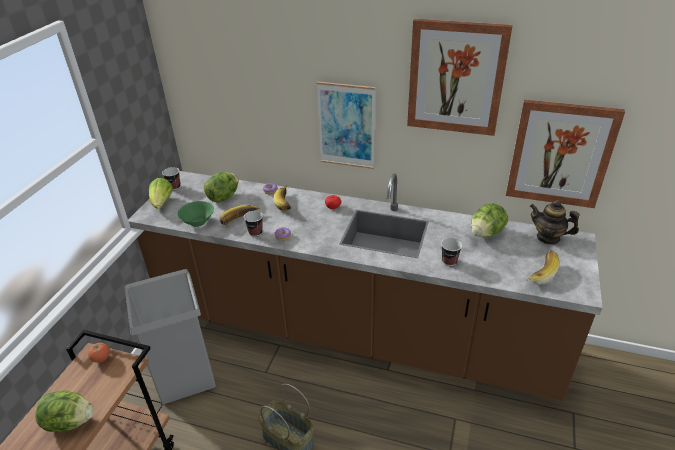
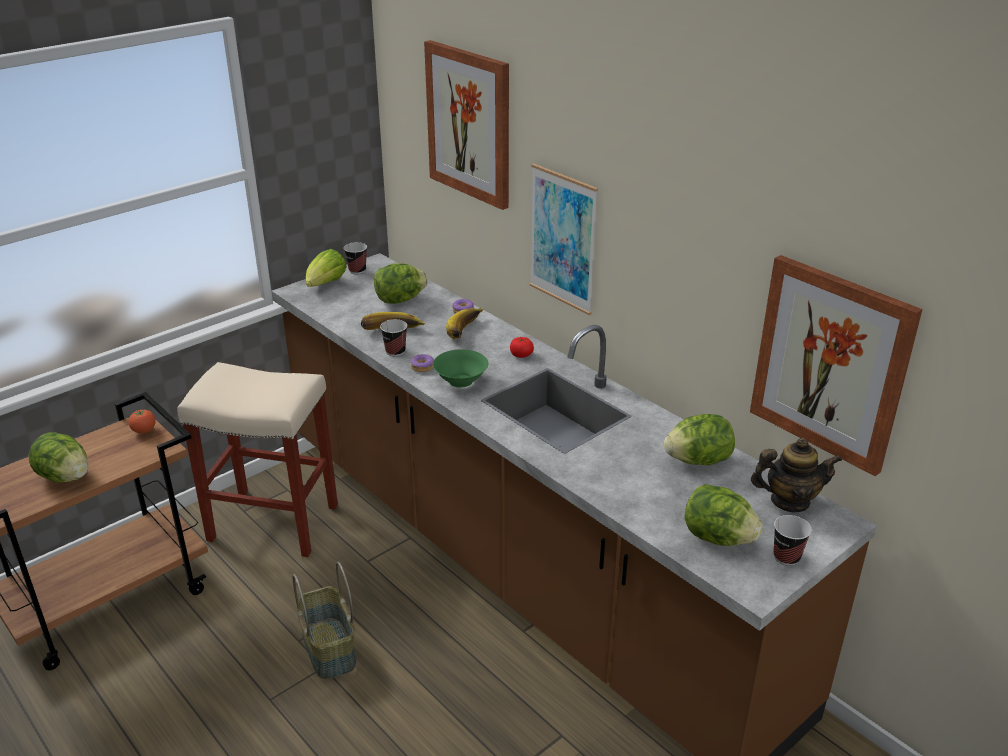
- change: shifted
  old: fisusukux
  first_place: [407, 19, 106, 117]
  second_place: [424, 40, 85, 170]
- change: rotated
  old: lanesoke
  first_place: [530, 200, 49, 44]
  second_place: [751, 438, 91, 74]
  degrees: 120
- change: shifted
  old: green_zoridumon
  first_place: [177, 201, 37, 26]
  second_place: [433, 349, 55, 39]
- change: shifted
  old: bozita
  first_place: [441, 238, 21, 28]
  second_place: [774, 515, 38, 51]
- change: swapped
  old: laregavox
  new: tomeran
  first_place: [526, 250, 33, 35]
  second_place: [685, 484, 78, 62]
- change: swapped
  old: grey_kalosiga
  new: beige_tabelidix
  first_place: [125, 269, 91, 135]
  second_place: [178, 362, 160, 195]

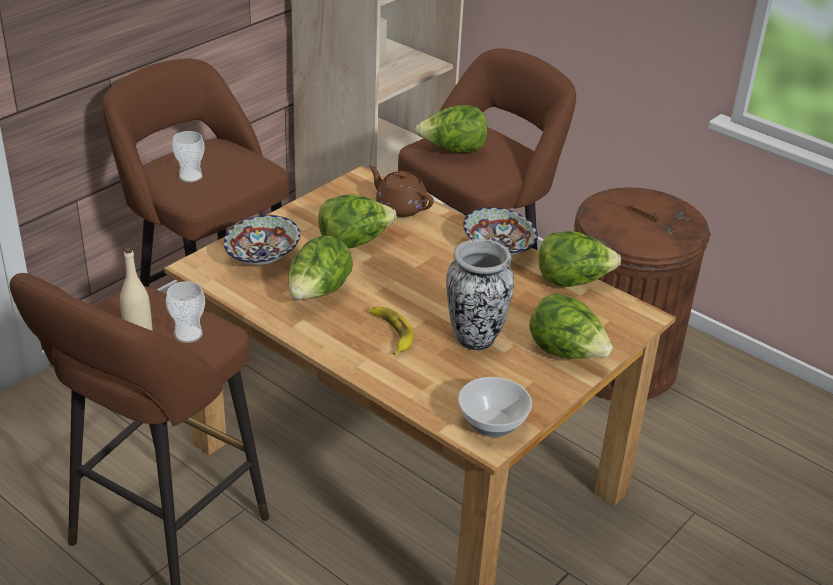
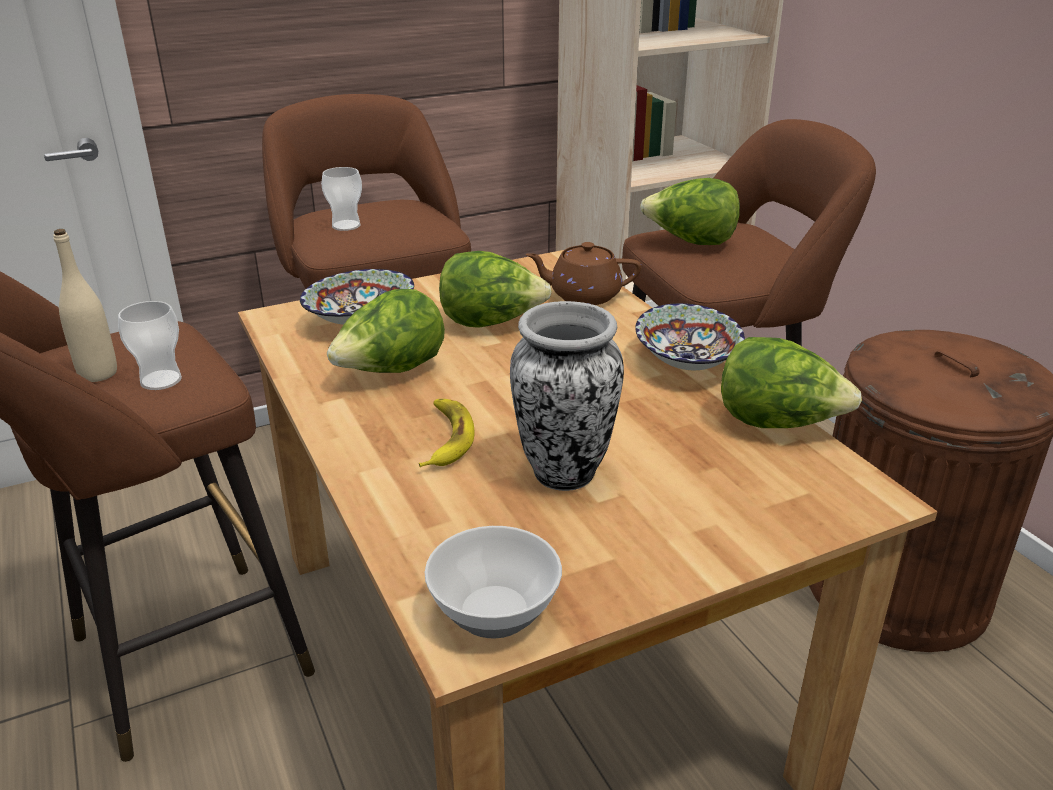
- change: rotated
  old: brown_lanesoke
  first_place: [369, 165, 65, 52]
  second_place: [525, 242, 116, 63]
  degrees: -60
- change: gone
  old: tomeran
  first_place: [529, 293, 84, 66]

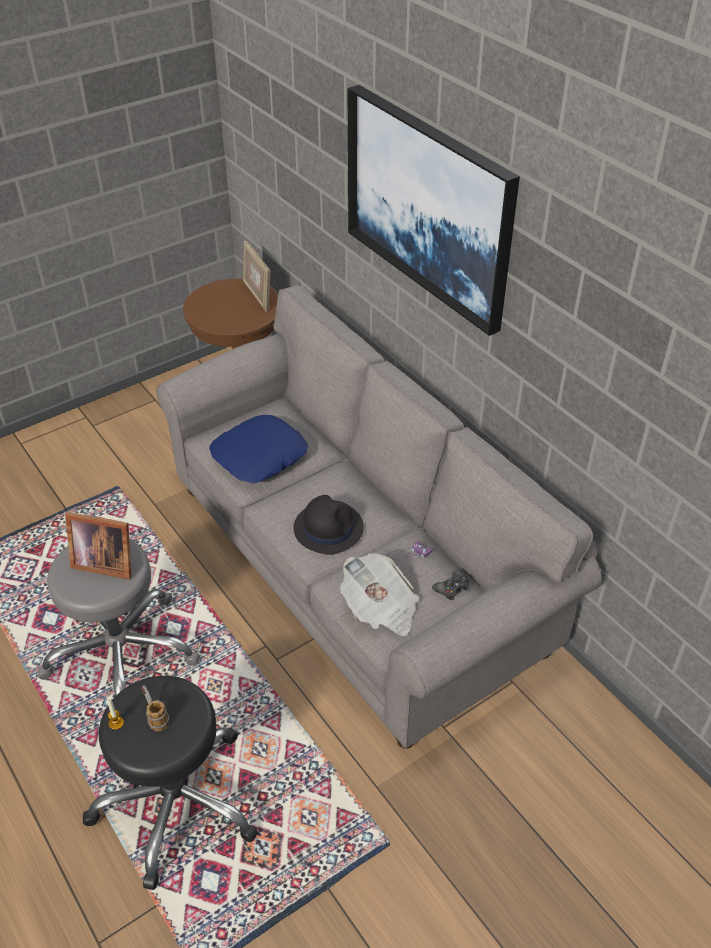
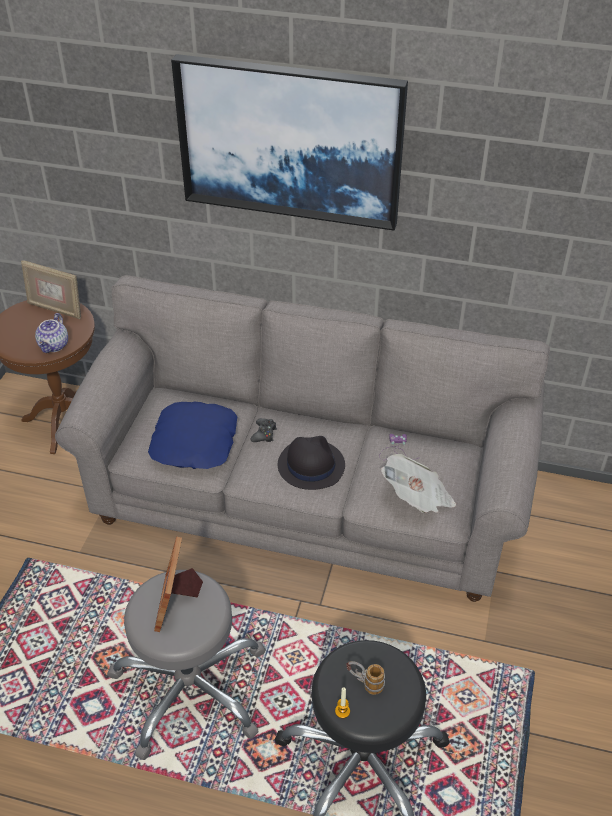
- change: rotated
  old: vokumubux
  first_place: [65, 512, 67, 68]
  second_place: [154, 537, 49, 95]
  degrees: 120
- change: shifted
  old: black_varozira
  first_place: [432, 570, 37, 31]
  second_place: [250, 418, 27, 24]
- change: new
  new: lanesoke
  second_place: [35, 313, 33, 40]

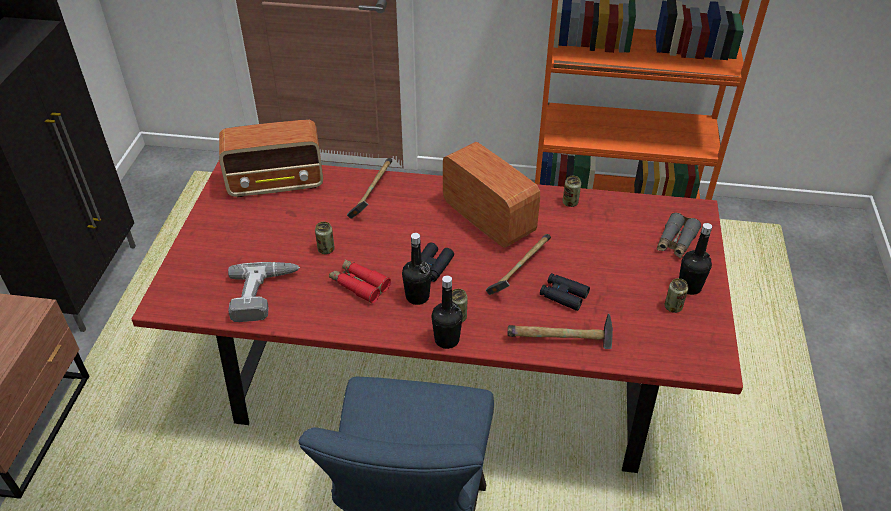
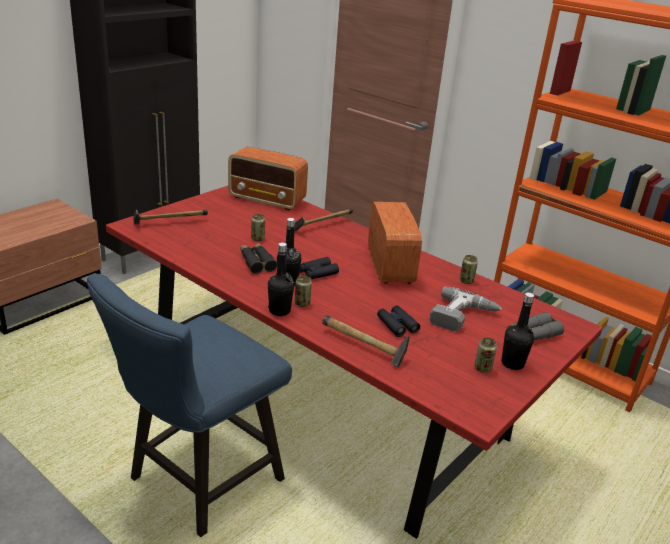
- change: shifted
  old: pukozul
  first_place: [486, 234, 65, 61]
  second_place: [133, 210, 75, 14]
- change: repainted
  old: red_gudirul
  new: black_gudirul
  first_place: [329, 259, 62, 44]
  second_place: [240, 243, 37, 31]
- change: shifted
  old: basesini
  first_place: [228, 262, 72, 60]
  second_place: [429, 287, 73, 44]

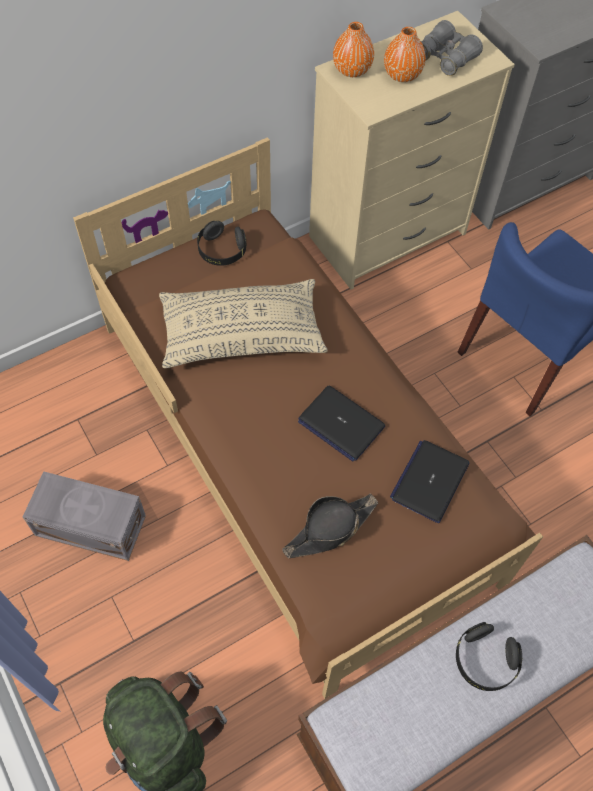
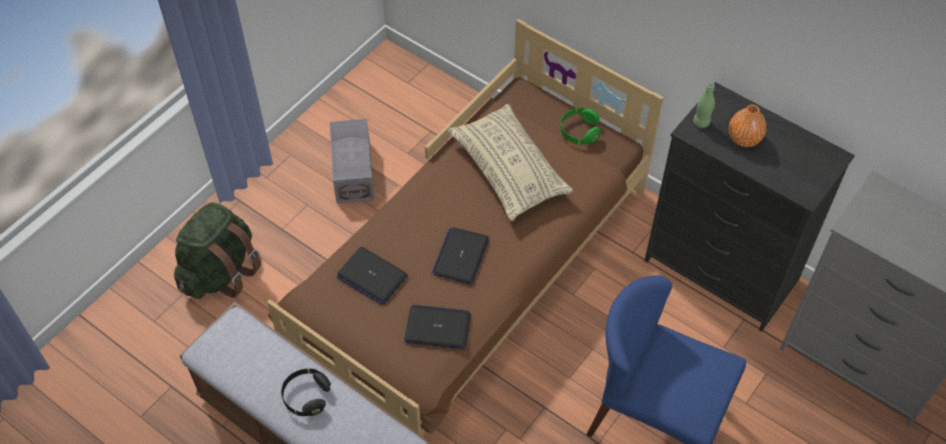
- change: repainted
  old: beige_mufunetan
  new: black_mufunetan
  first_place: [309, 11, 206, 278]
  second_place: [645, 82, 210, 250]
- change: gone
  old: grey_gudirul
  first_place: [421, 20, 62, 56]
- change: gone
  old: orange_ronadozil
  first_place: [333, 22, 41, 55]
- change: repainted
  old: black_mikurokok
  new: green_mikurokok
  first_place: [197, 221, 49, 45]
  second_place: [560, 108, 41, 37]
- change: swapped
  old: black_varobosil
  new: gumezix
  first_place: [282, 493, 96, 65]
  second_place: [337, 247, 71, 58]
- change: new
  new: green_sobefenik
  second_place: [693, 82, 22, 46]

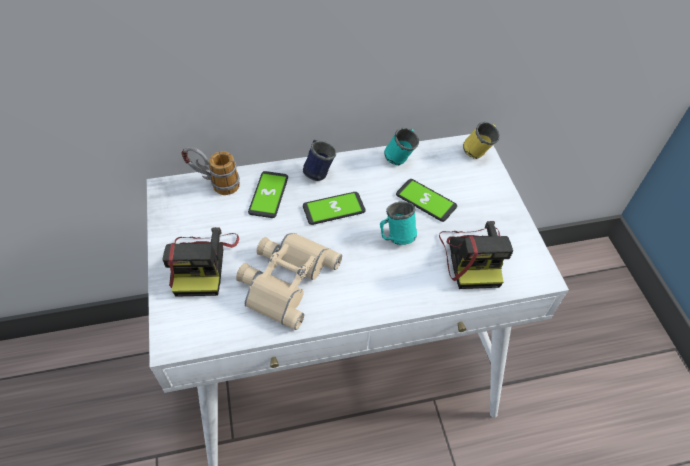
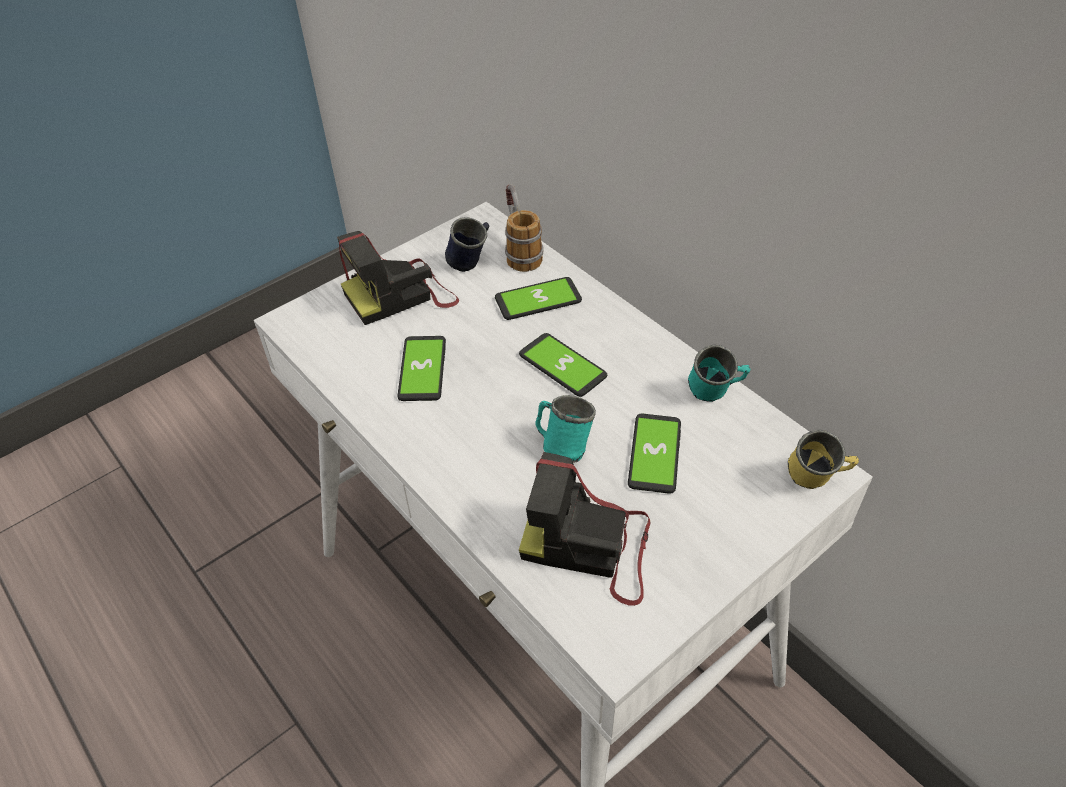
- change: shifted
  old: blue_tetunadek
  first_place: [303, 140, 33, 41]
  second_place: [445, 217, 44, 55]
- change: rotated
  old: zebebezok
  first_place: [439, 221, 74, 68]
  second_place: [519, 452, 131, 154]
  degrees: 45
- change: swapped
  old: beige_gudirul
  new: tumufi
  first_place: [236, 233, 106, 97]
  second_place: [397, 336, 49, 65]

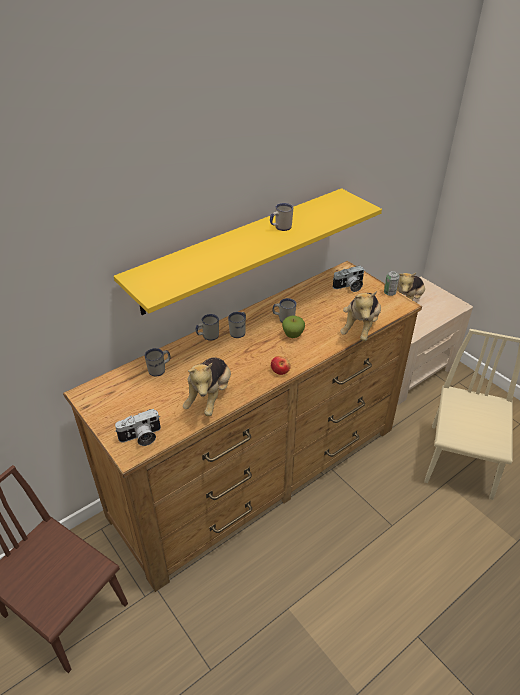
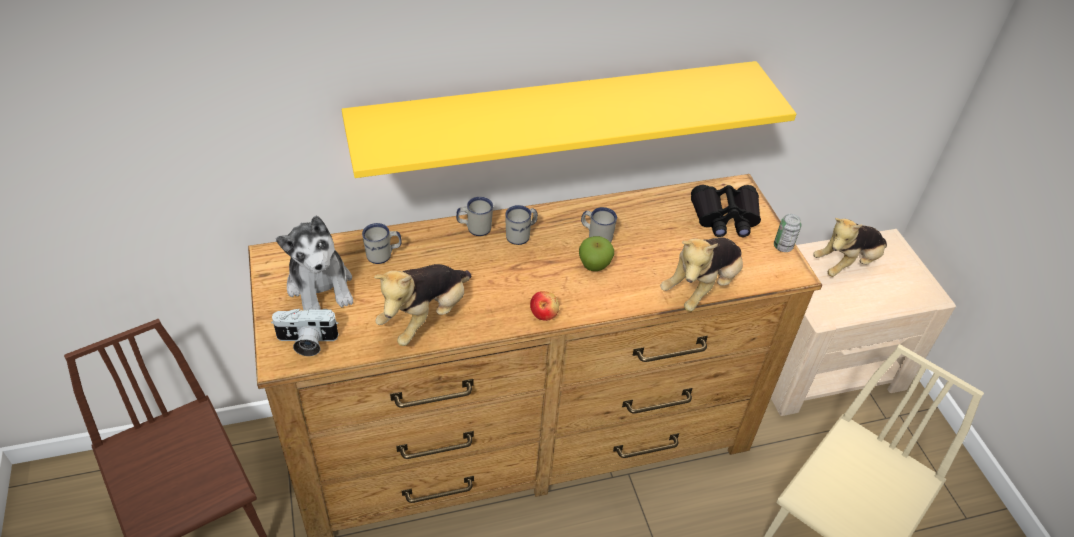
- change: gone
  old: white_tetunadek
  first_place: [270, 203, 23, 28]
- change: swapped
  old: zebebezok
  new: black_gudirul
  first_place: [333, 266, 31, 26]
  second_place: [691, 185, 70, 52]
- change: new
  new: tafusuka
  second_place: [276, 216, 77, 95]

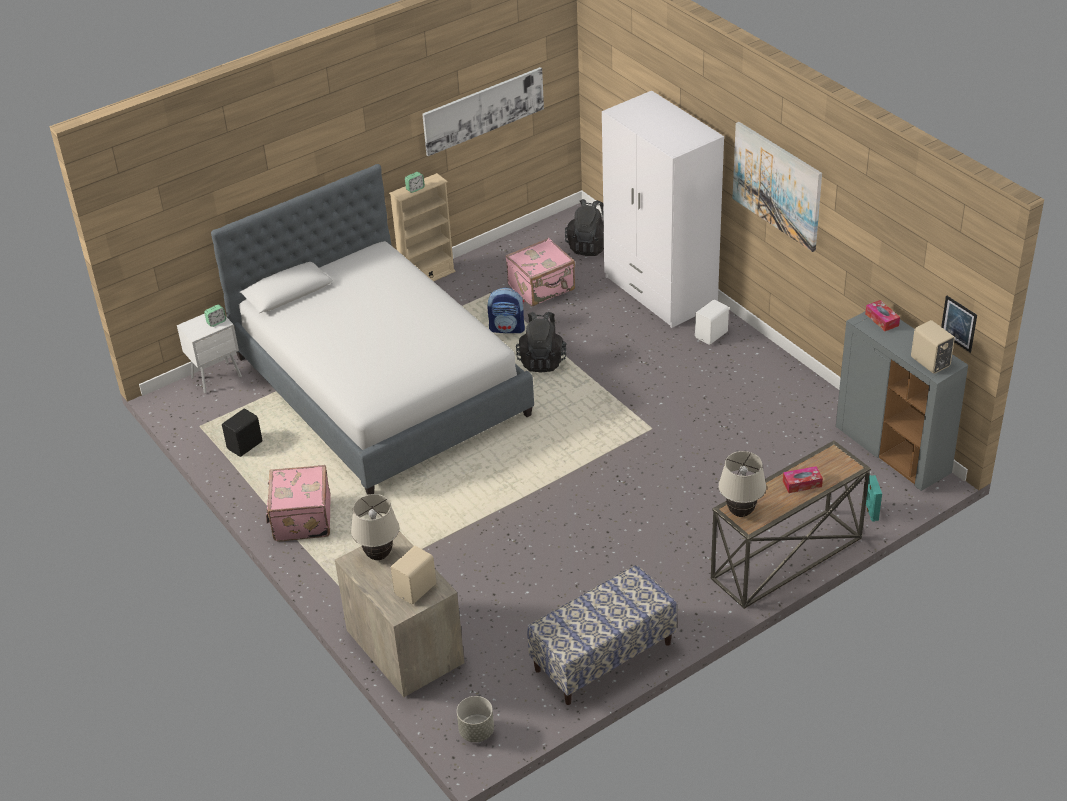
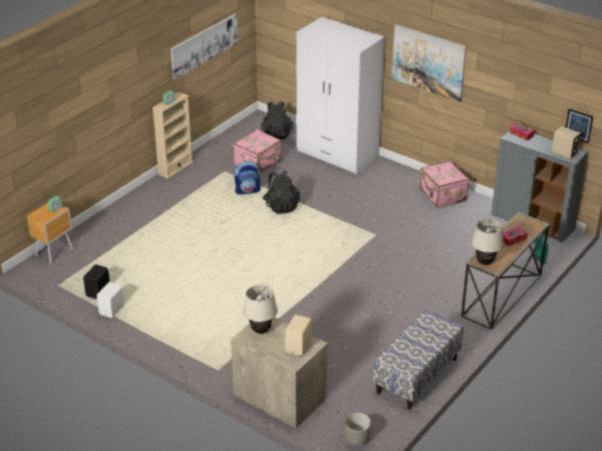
- change: gone
  old: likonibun
  first_place: [211, 164, 323, 331]
- change: shifted
  old: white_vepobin
  first_place: [695, 300, 34, 45]
  second_place: [97, 282, 27, 36]
- change: repainted
  old: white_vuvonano
  new: brown_vuvonano
  first_place: [177, 314, 65, 79]
  second_place: [27, 203, 46, 61]
- change: shifted
  old: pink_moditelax
  first_place: [266, 465, 64, 76]
  second_place: [419, 160, 50, 48]

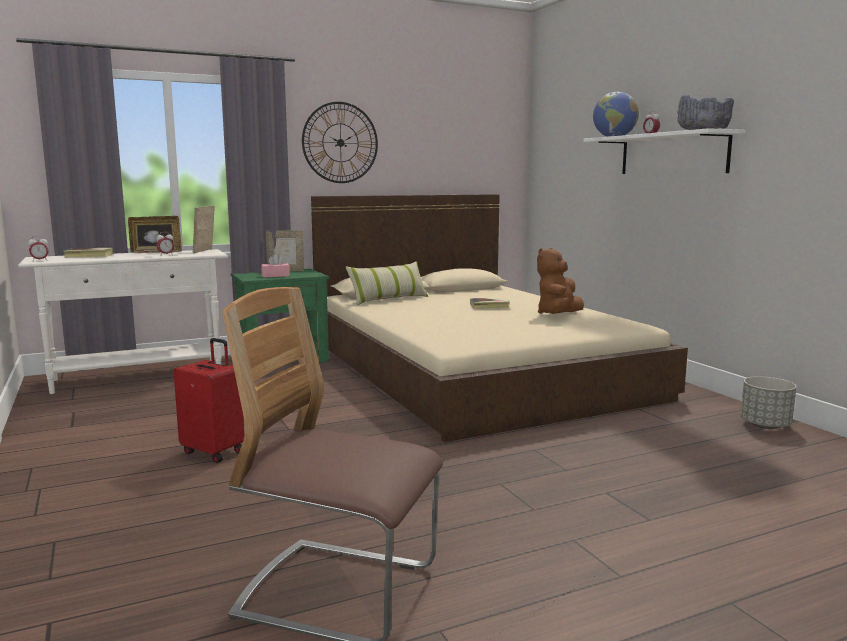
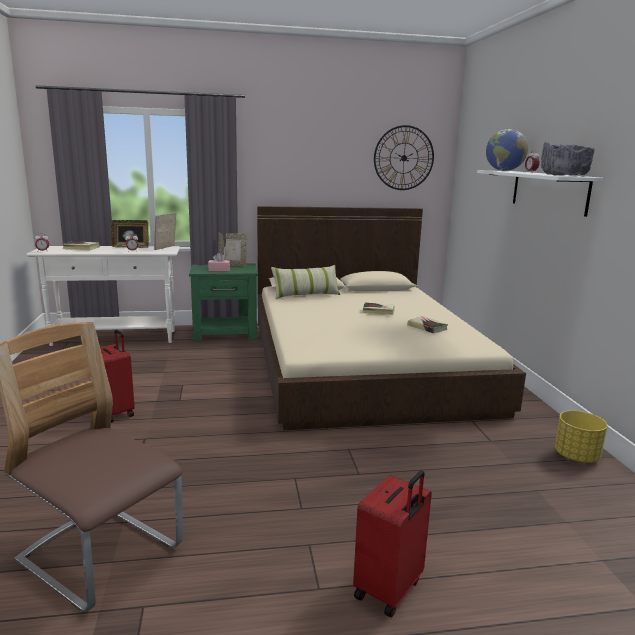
- change: shifted
  old: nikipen
  first_place: [302, 102, 76, 81]
  second_place: [374, 125, 60, 65]
- change: swapped
  old: brown_tafusuka
  new: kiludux
  first_place: [537, 248, 47, 66]
  second_place: [407, 316, 41, 18]
- change: repainted
  old: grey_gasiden
  new: yellow_gasiden
  first_place: [741, 376, 55, 53]
  second_place: [555, 411, 52, 52]
- change: new
  new: red_moditelax
  second_place: [353, 470, 79, 147]

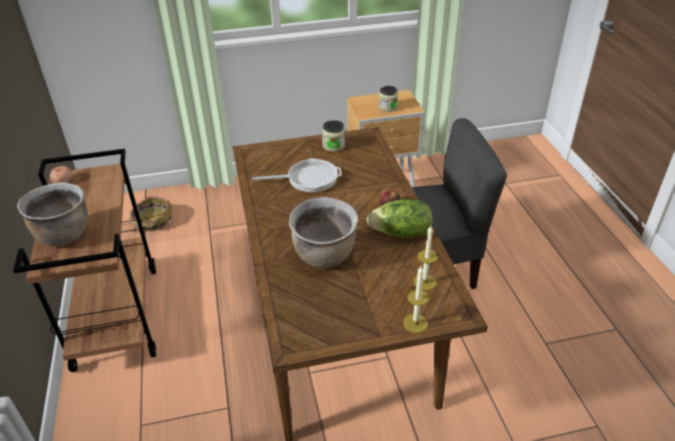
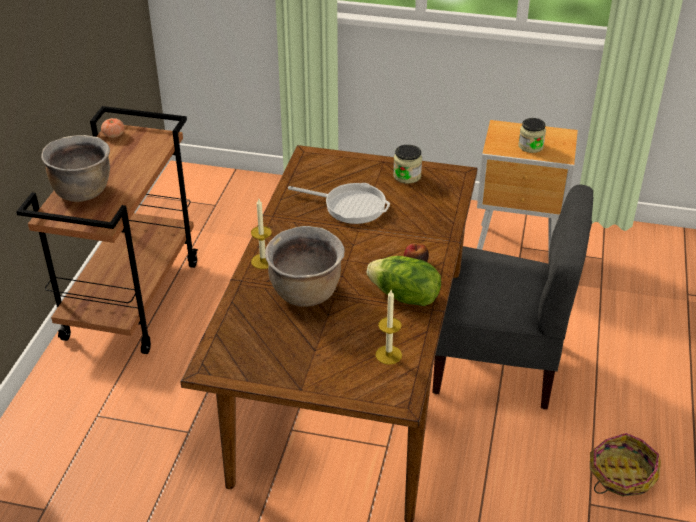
- change: shifted
  old: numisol
  first_place: [130, 196, 43, 37]
  second_place: [590, 433, 71, 64]
- change: shifted
  old: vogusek
  first_place: [403, 266, 26, 67]
  second_place: [251, 199, 21, 70]

